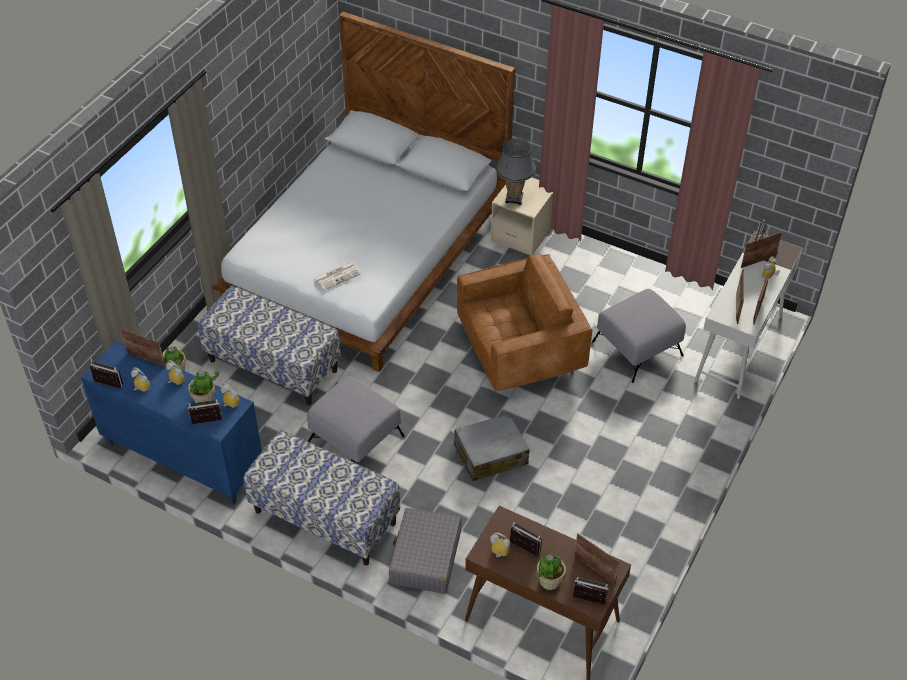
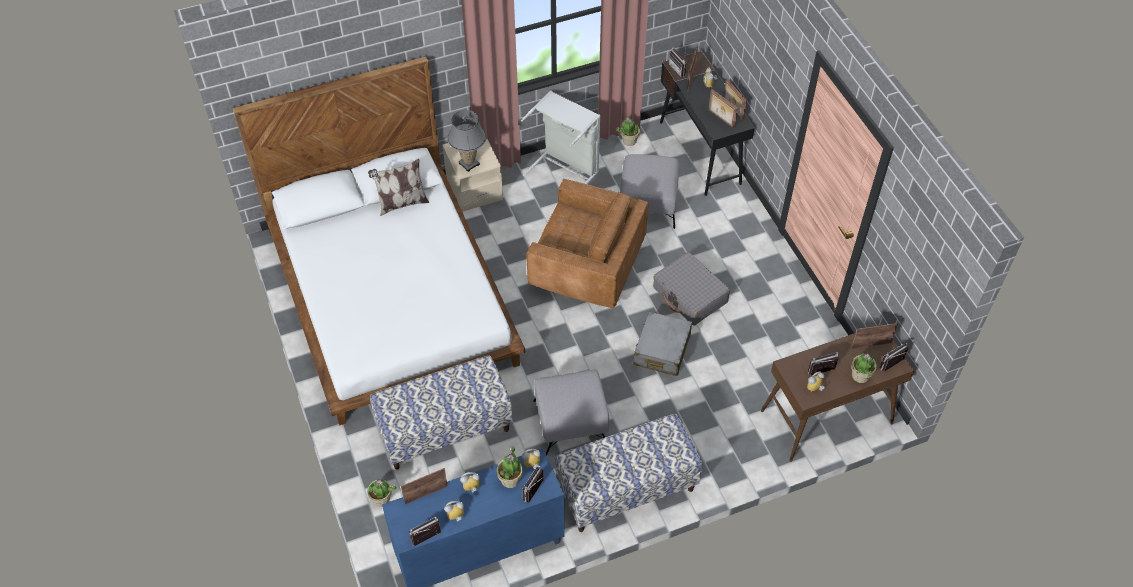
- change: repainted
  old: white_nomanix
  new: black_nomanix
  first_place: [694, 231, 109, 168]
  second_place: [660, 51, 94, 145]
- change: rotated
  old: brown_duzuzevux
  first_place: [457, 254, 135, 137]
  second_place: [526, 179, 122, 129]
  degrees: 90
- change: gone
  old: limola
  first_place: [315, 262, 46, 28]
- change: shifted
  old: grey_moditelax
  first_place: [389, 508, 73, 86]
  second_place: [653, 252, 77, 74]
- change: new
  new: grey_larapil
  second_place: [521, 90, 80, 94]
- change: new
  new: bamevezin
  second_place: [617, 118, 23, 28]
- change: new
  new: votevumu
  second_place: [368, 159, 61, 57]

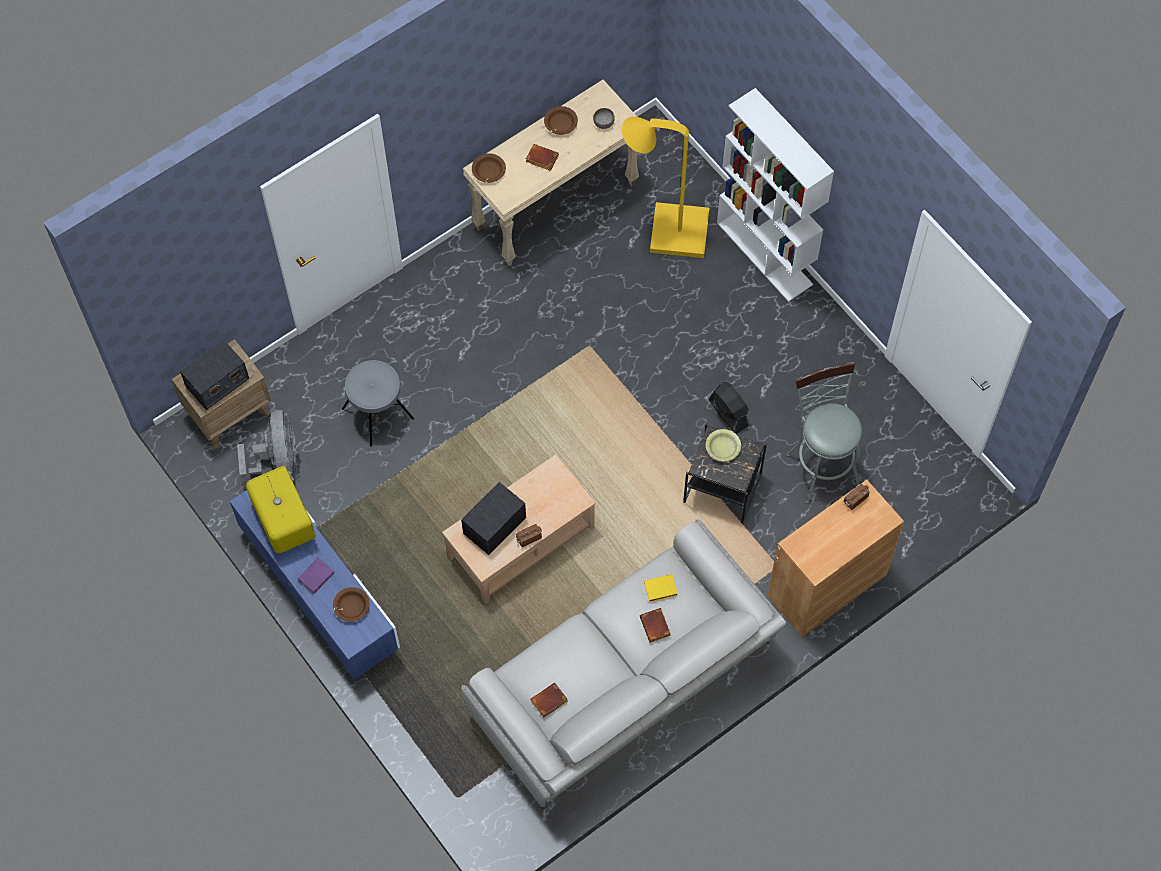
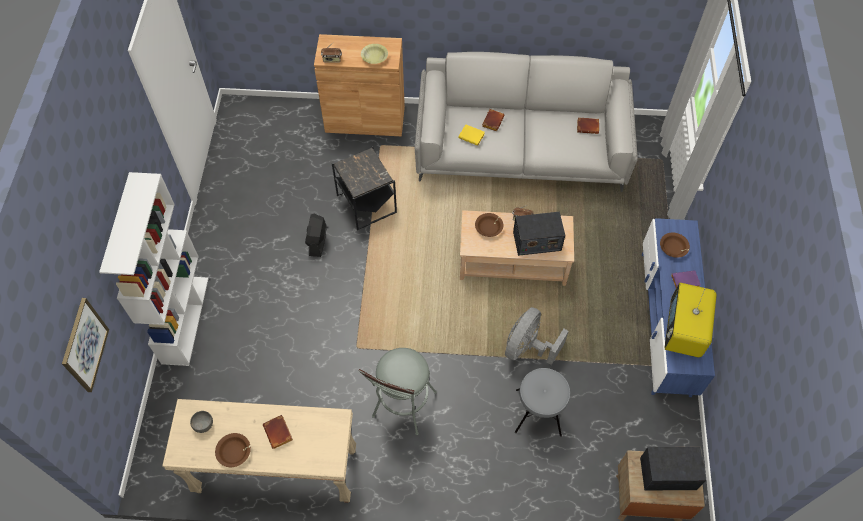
- change: gone
  old: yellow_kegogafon
  first_place: [622, 116, 87, 142]
- change: shifted
  old: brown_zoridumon
  first_place: [472, 154, 34, 29]
  second_place: [475, 213, 28, 24]
- change: shifted
  old: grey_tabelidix
  first_place: [787, 362, 75, 142]
  second_place: [358, 348, 79, 87]
- change: shifted
  old: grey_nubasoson
  first_place: [237, 410, 59, 79]
  second_place: [505, 307, 64, 58]
- change: shifted
  old: yellow_zoridumon
  first_place: [706, 429, 35, 32]
  second_place: [361, 44, 27, 20]
- change: new
  new: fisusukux
  second_place: [62, 298, 47, 94]

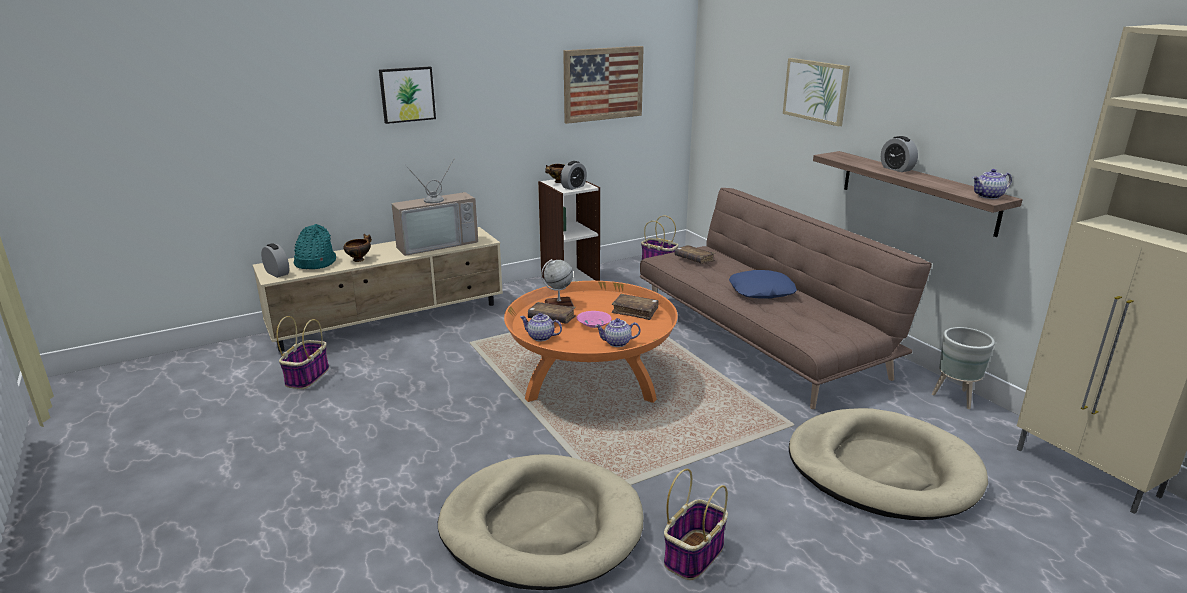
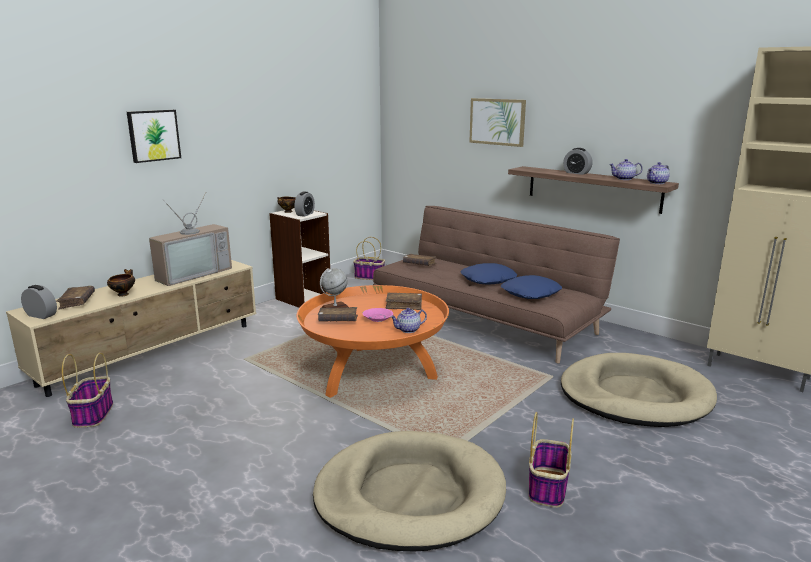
- change: gone
  old: fisusukux
  first_place: [563, 46, 81, 78]
- change: swapped
  old: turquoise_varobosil
  new: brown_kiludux
  first_place: [294, 224, 42, 45]
  second_place: [56, 286, 39, 24]
- change: shifted
  old: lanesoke
  first_place: [520, 313, 42, 28]
  second_place: [609, 159, 33, 21]
- change: gone
  old: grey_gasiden
  first_place: [932, 327, 63, 82]
- change: new
  new: blue_votevumu
  second_place: [501, 275, 61, 24]

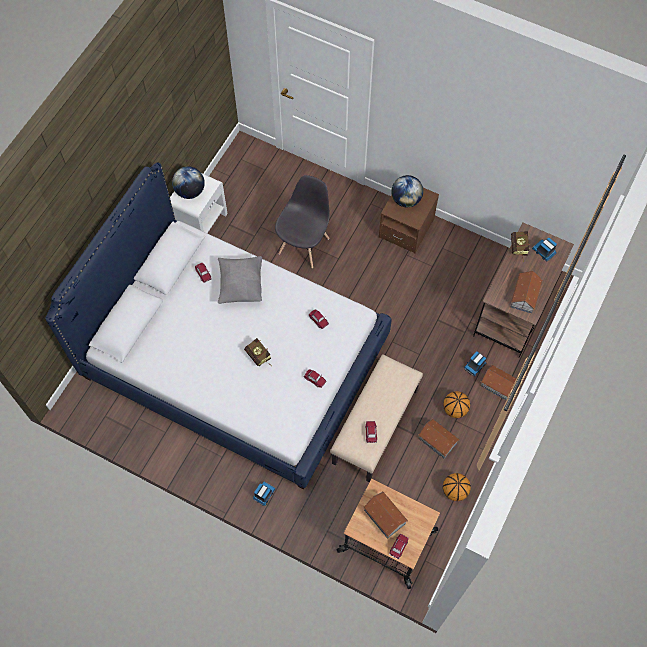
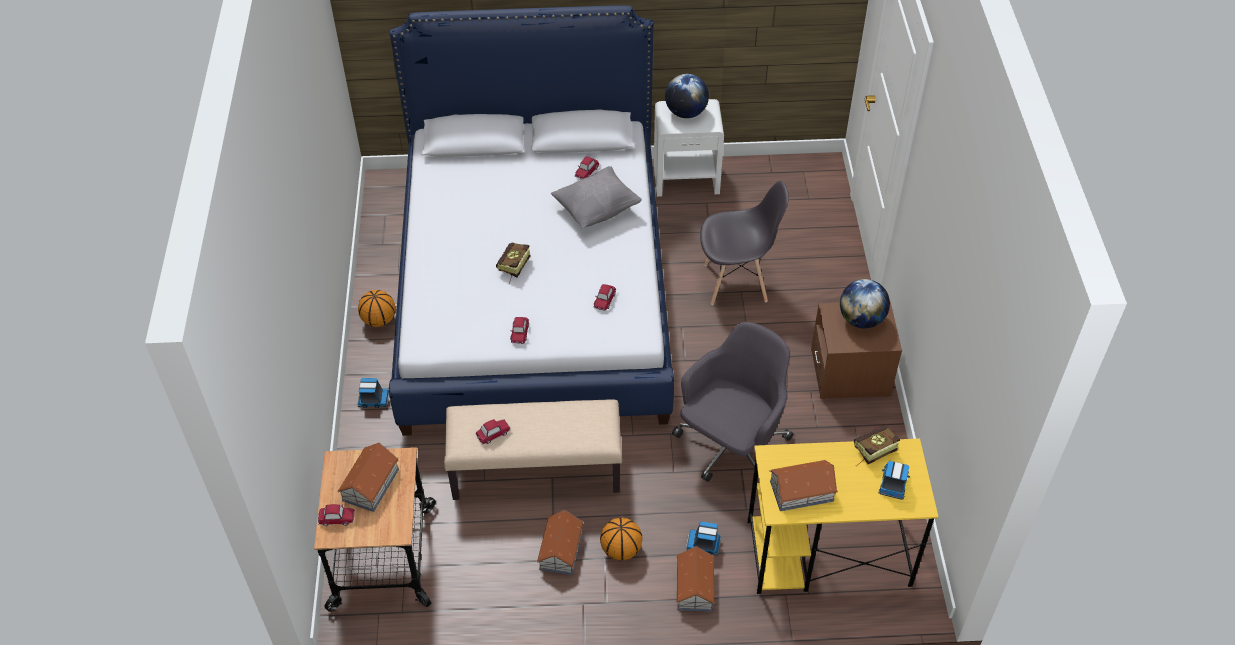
- change: repainted
  old: brown_nomanix
  new: yellow_nomanix
  first_place: [473, 222, 101, 136]
  second_place: [747, 438, 191, 156]
- change: shifted
  old: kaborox
  first_place: [443, 473, 28, 28]
  second_place: [358, 290, 38, 37]
- change: new
  new: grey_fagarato
  second_place: [672, 322, 121, 160]

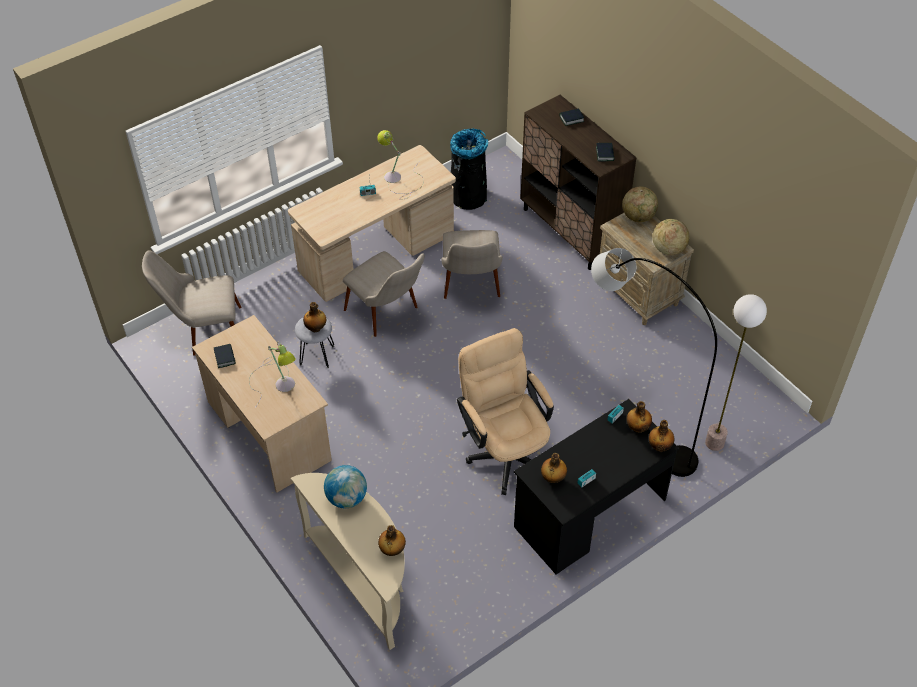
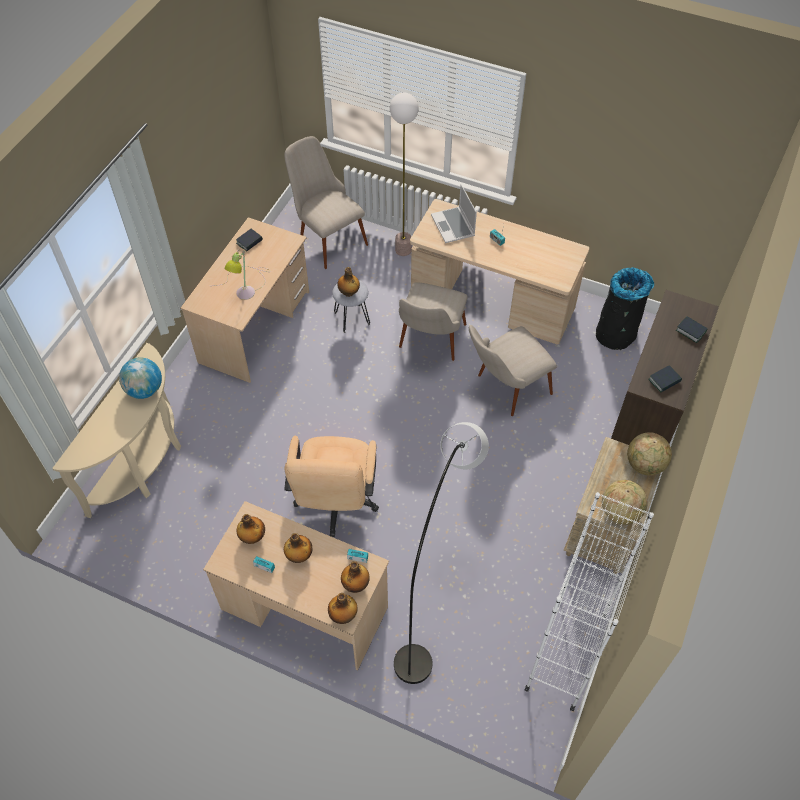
- change: gone
  old: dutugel
  first_place: [377, 130, 47, 70]
- change: shifted
  old: kegogafon
  first_place: [705, 294, 62, 157]
  second_place: [390, 93, 29, 163]
- change: rotated
  old: beige_fagarato
  first_place: [457, 328, 97, 167]
  second_place: [285, 436, 94, 101]
  degrees: 150
- change: repainted
  old: black_nomanix
  new: beige_nomanix
  first_place: [514, 399, 165, 175]
  second_place: [203, 501, 186, 169]
- change: shifted
  old: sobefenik
  first_place: [378, 525, 28, 31]
  second_place: [284, 533, 28, 30]
- change: new
  new: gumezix
  second_place: [431, 184, 46, 59]
- change: new
  new: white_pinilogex
  second_place: [525, 492, 129, 220]

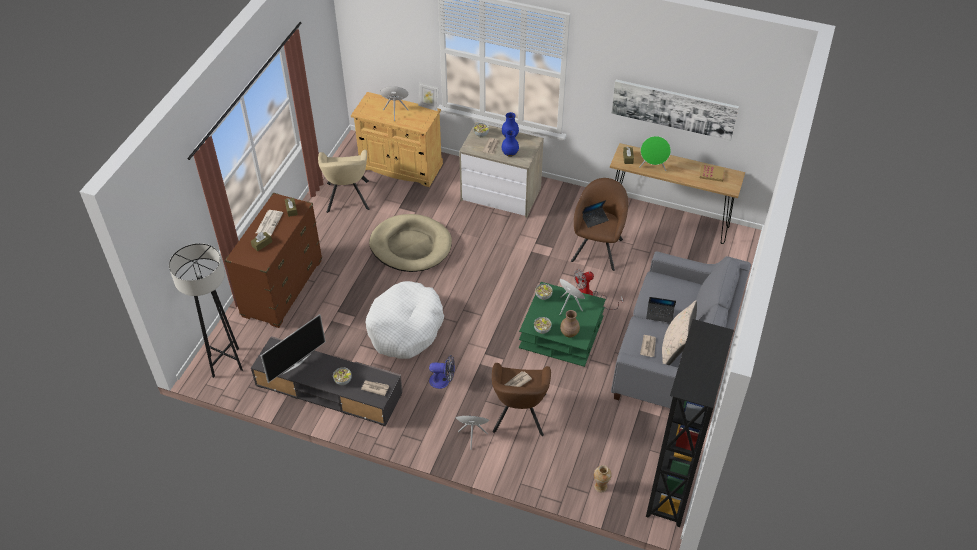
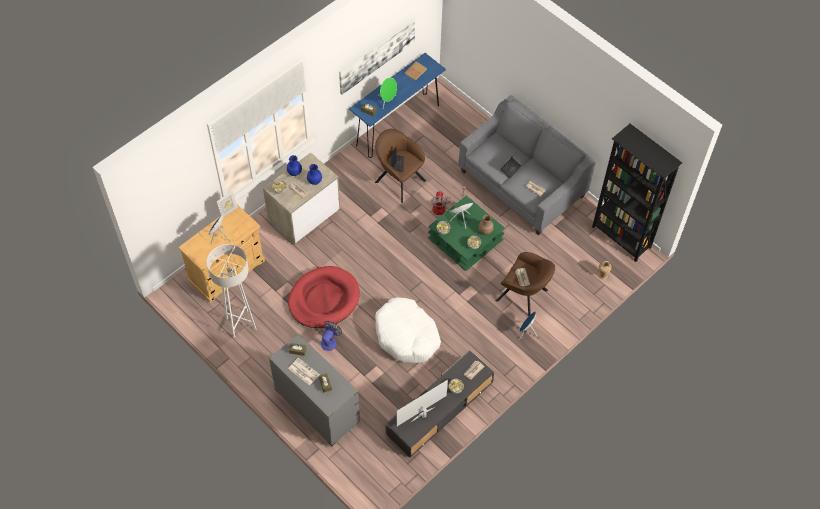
- change: repainted
  old: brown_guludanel
  new: blue_guludanel
  first_place: [610, 143, 135, 101]
  second_place: [349, 53, 97, 105]
- change: swapped
  old: beige_duzuzevux
  new: white_kegogafon
  first_place: [318, 150, 51, 63]
  second_place: [207, 244, 49, 94]
- change: repainted
  old: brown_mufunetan
  new: grey_mufunetan
  first_place: [225, 193, 97, 135]
  second_place: [269, 333, 91, 113]
- change: repainted
  old: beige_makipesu
  new: red_makipesu
  first_place: [369, 214, 83, 58]
  second_place: [288, 266, 72, 62]
- change: gone
  old: black_kegogafon
  first_place: [169, 243, 74, 135]
- change: gone
  old: beige_votevumu
  first_place: [662, 300, 35, 65]
- change: rotated
  old: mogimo
  first_place: [261, 314, 65, 69]
  second_place: [397, 380, 51, 46]
  degrees: -105
- change: shifted
  old: nubasoson
  first_place: [429, 355, 26, 34]
  second_place: [321, 321, 21, 30]

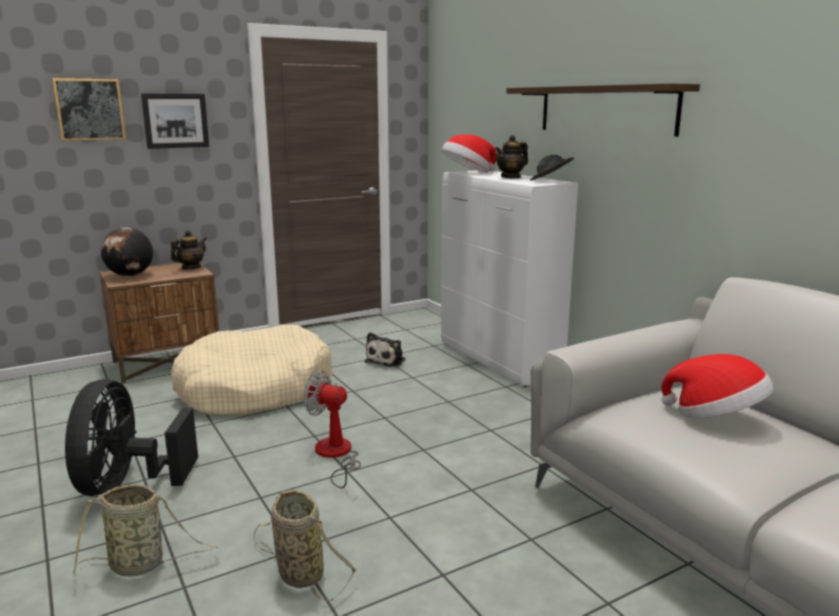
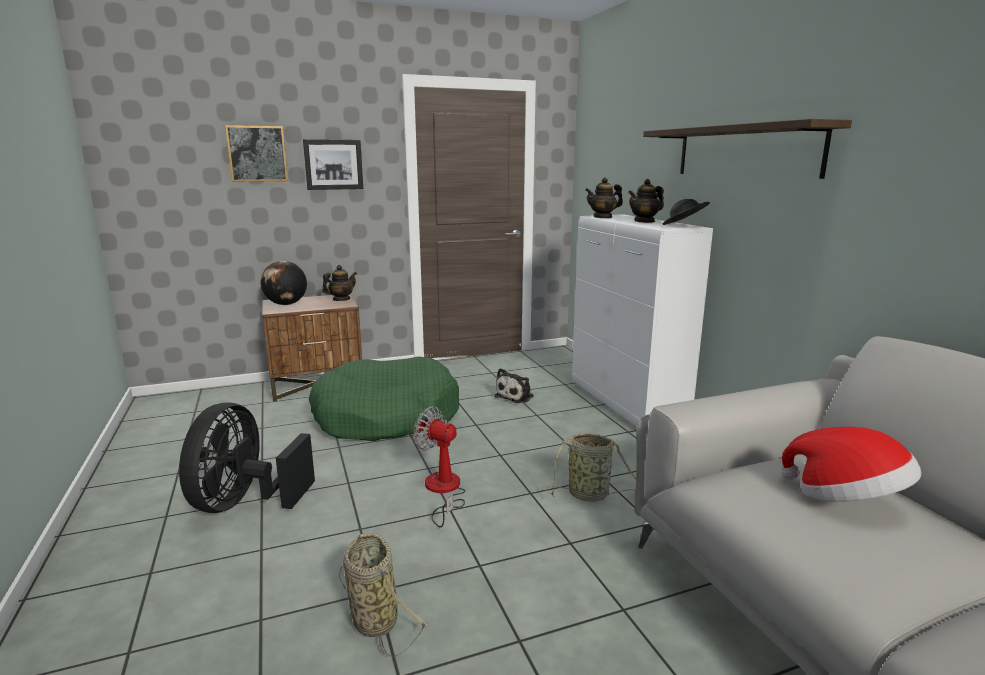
- change: swapped
  old: varobosil
  new: lanesoke
  first_place: [441, 134, 56, 39]
  second_place: [585, 177, 38, 41]
- change: repainted
  old: beige_makipesu
  new: green_makipesu
  first_place: [171, 325, 162, 90]
  second_place: [309, 357, 150, 84]
- change: shifted
  old: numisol
  first_place: [73, 484, 146, 94]
  second_place: [546, 433, 90, 69]

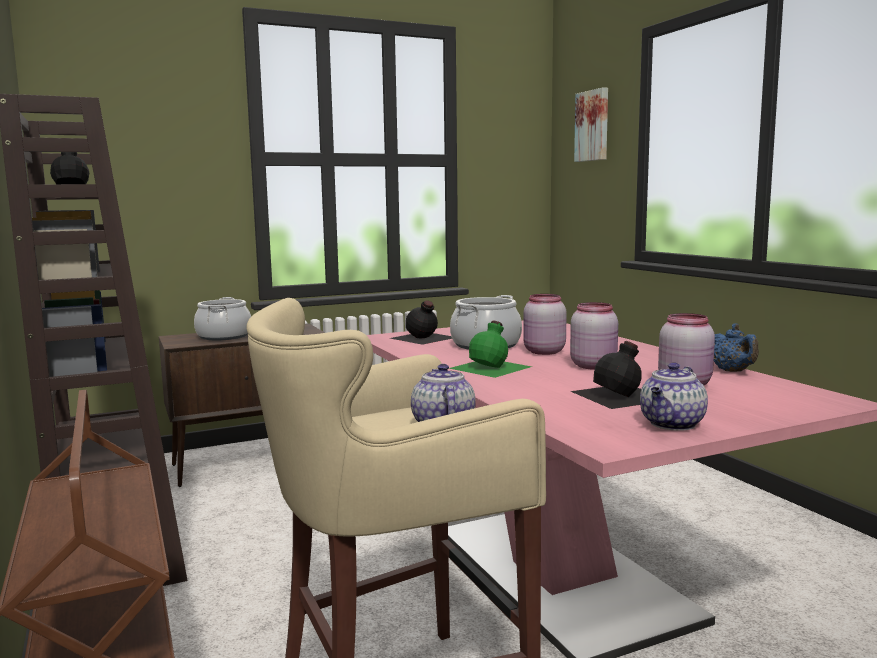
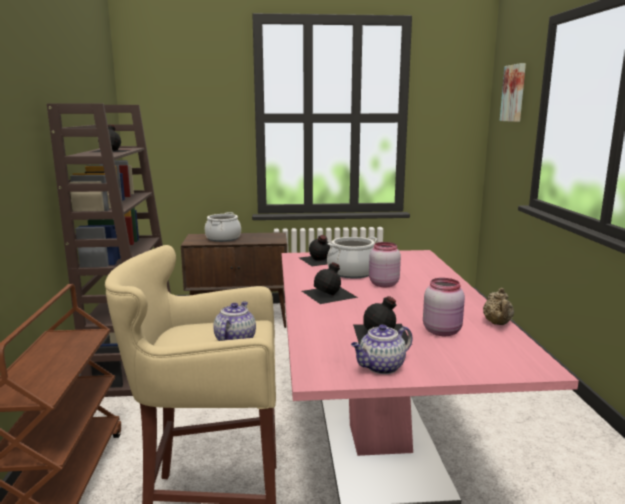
- change: gone
  old: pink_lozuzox
  first_place: [570, 302, 48, 68]
- change: repainted
  old: green_sobefenik
  new: black_sobefenik
  first_place: [449, 321, 83, 57]
  second_place: [302, 262, 56, 42]
- change: repainted
  old: blue_lanesoke
  new: beige_lanesoke
  first_place: [714, 323, 45, 49]
  second_place: [483, 288, 31, 37]

